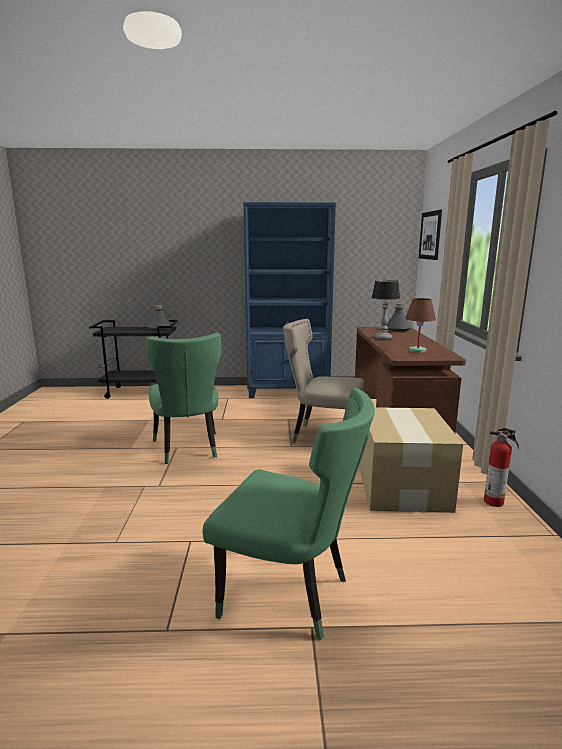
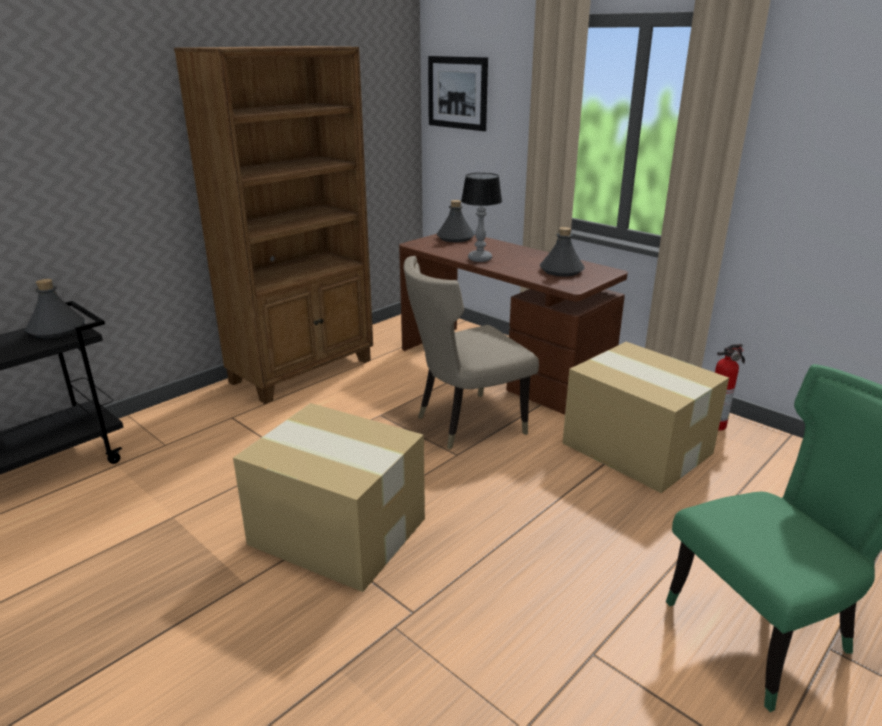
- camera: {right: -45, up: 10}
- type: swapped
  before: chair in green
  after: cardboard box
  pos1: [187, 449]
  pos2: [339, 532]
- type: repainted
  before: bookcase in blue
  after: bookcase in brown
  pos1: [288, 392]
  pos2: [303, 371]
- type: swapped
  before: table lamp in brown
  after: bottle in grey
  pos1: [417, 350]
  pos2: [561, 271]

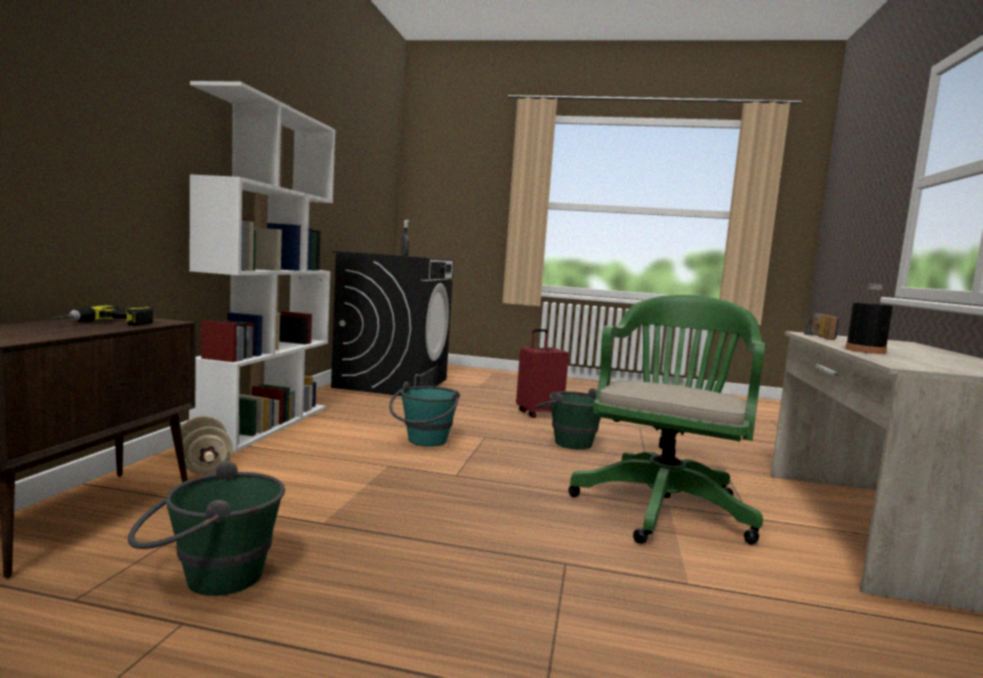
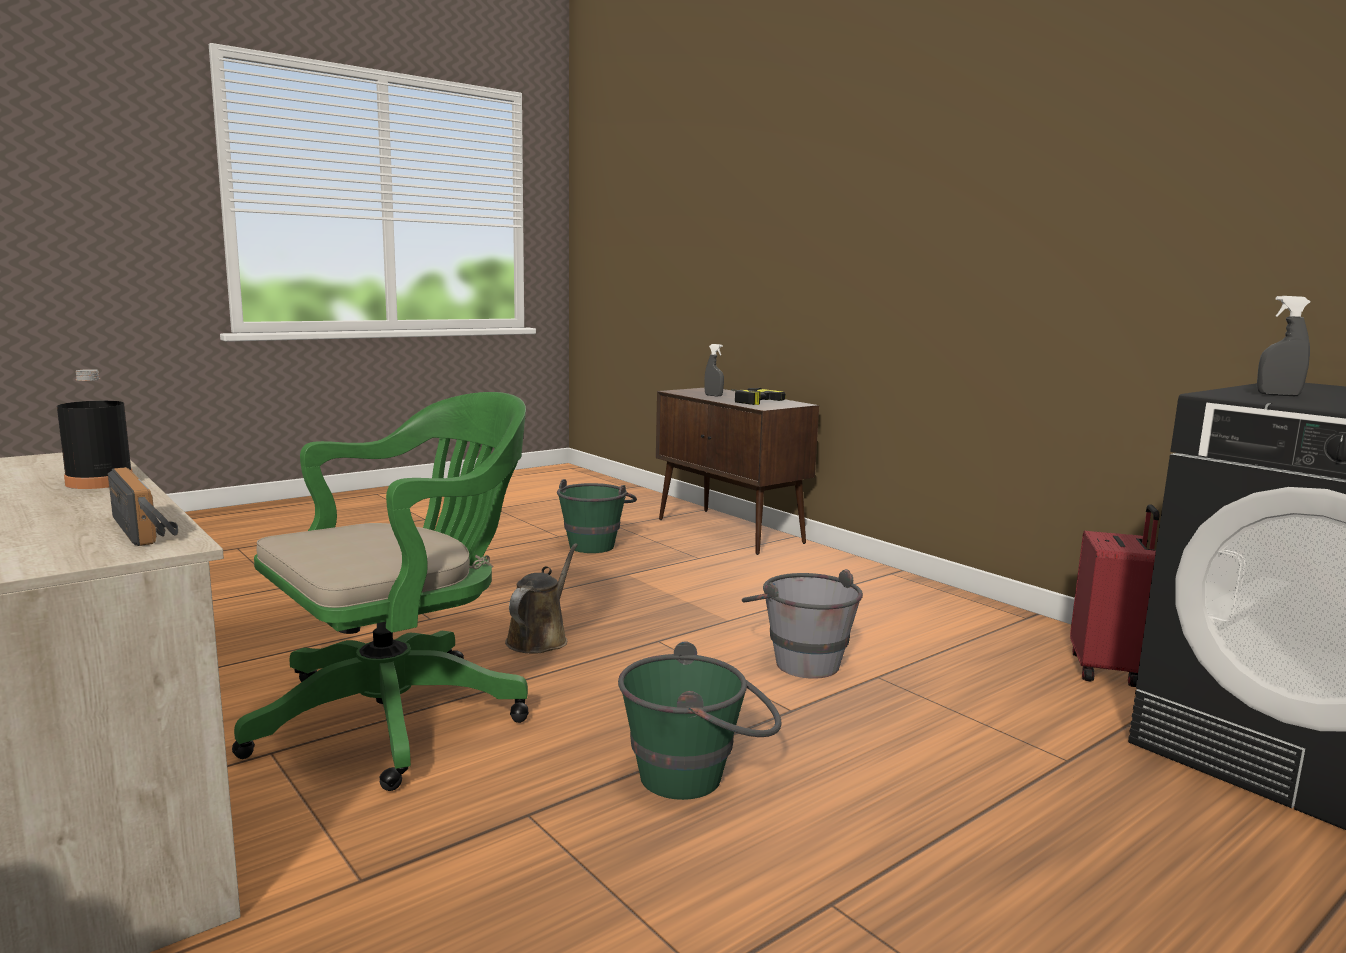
- camera: {right: 130, up: 5}
- type: gone
  before: dumbbell in beige
  pos1: [204, 466]
- type: gone
  before: bookcase in white
  pos1: [265, 424]
- type: repainted
  before: bucket in turquoise
  after: bucket in grey
  pos1: [424, 442]
  pos2: [798, 659]
- type: shifted
  before: suitcase in red
  pos1: [539, 413]
  pos2: [1106, 669]
- type: rotated
  before: office chair in green
  pos1: [663, 505]
  pos2: [401, 714]
  turn: -105
- type: new
  after: watering can in brown
  pos2: [540, 639]
- type: new
  after: spray bottle in grey
  pos2: [713, 395]

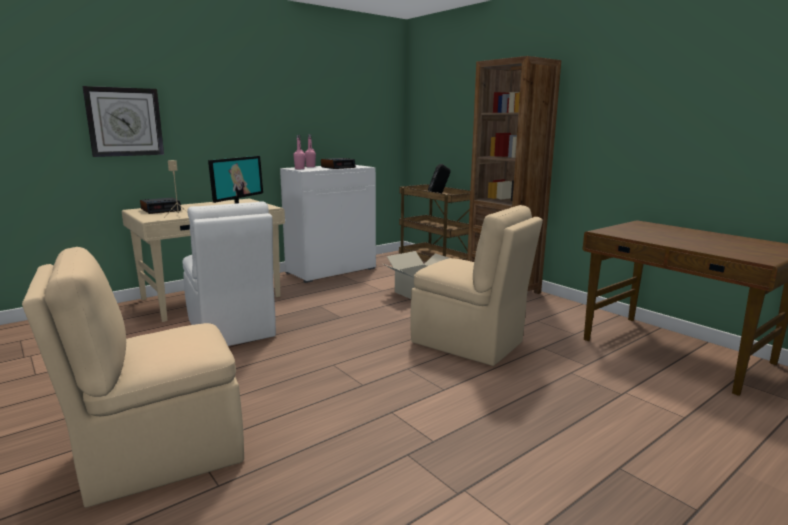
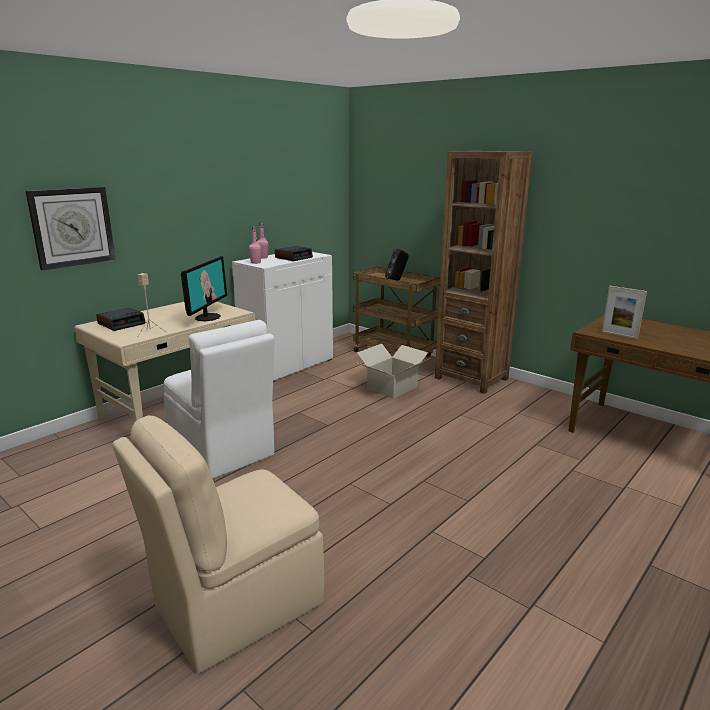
- camera: {right: -10, up: 5}
- type: gone
  before: chair in beige
  pos1: [469, 343]
- type: new
  after: picture frame
  pos2: [619, 335]

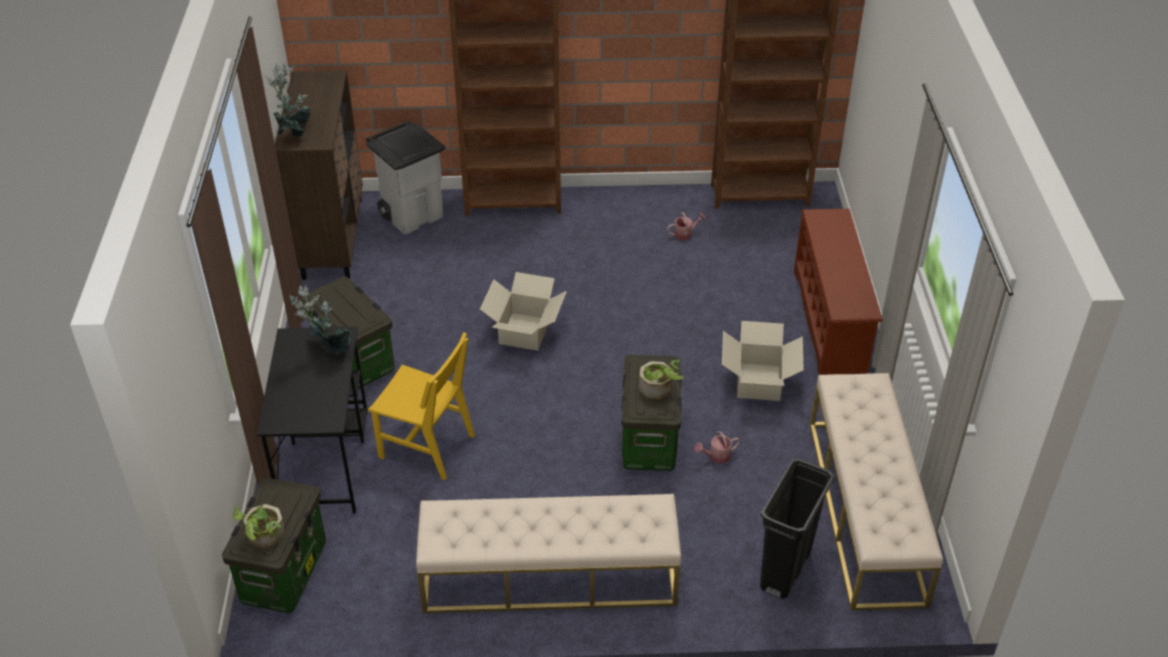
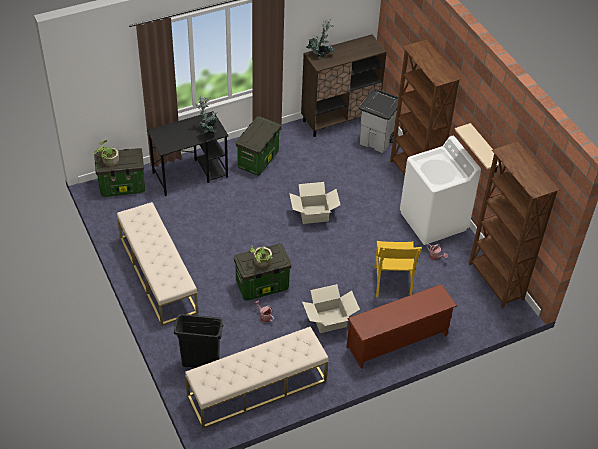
- camera: {right: 65, up: 5}
- type: shifted
  before: chair in yellow
  pos1: [427, 446]
  pos2: [392, 282]
- type: new
  after: washing machine in white
  pos2: [433, 221]
- type: new
  after: shelf in beige
  pos2: [485, 149]

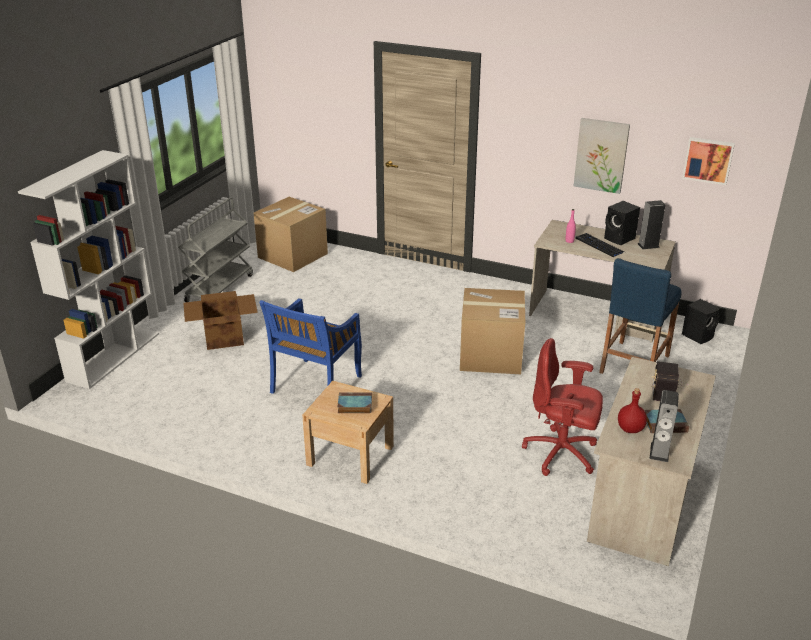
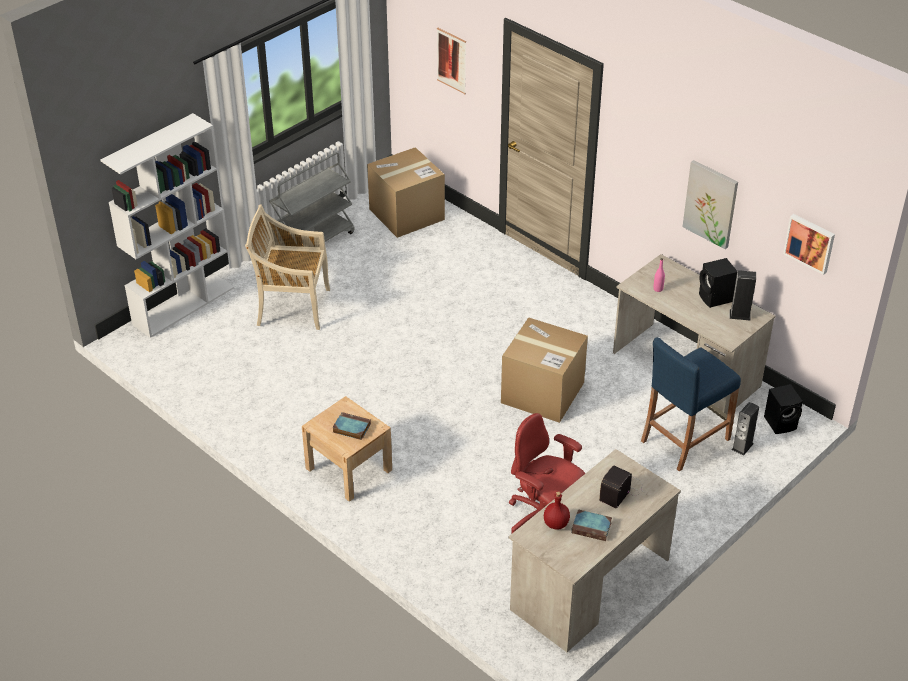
- camera: {right: 20, up: 10}
- type: swapped
  before: cardboard box
  after: chair in beige
  pos1: [223, 337]
  pos2: [292, 307]
- type: gone
  before: chair in blue
  pos1: [315, 385]
- type: gone
  before: keyboard
  pos1: [599, 245]
- type: shifted
  before: speaker
  pos1: [659, 452]
  pos2: [742, 446]
- type: new
  after: picture
  pos2: [451, 60]

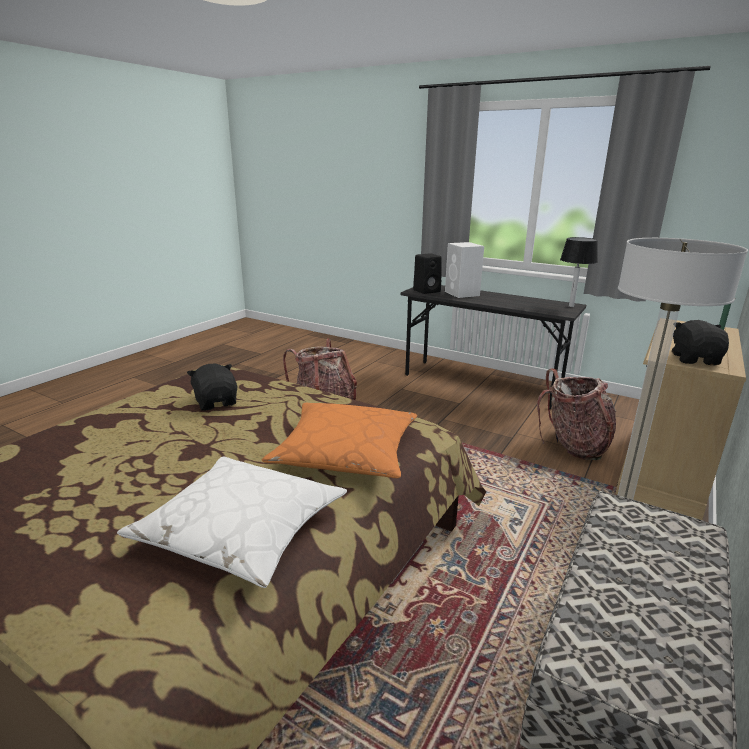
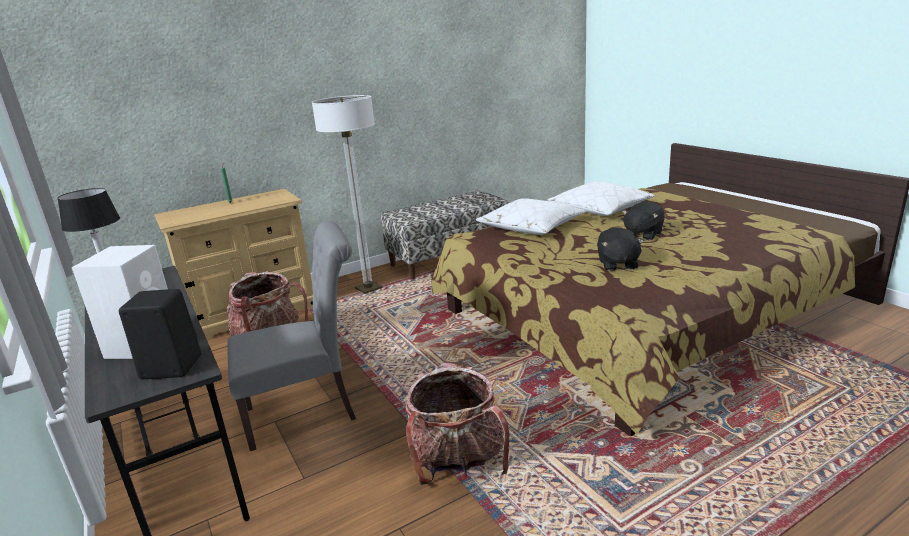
- camera: {right: -150, up: 0}
- type: repainted
  before: pillow in orange
  after: pillow in white
  pos1: [345, 452]
  pos2: [531, 227]
- type: shifted
  before: plush toy in black
  pos1: [695, 359]
  pos2: [642, 234]
- type: new
  after: chair in grey
  pos2: [308, 412]

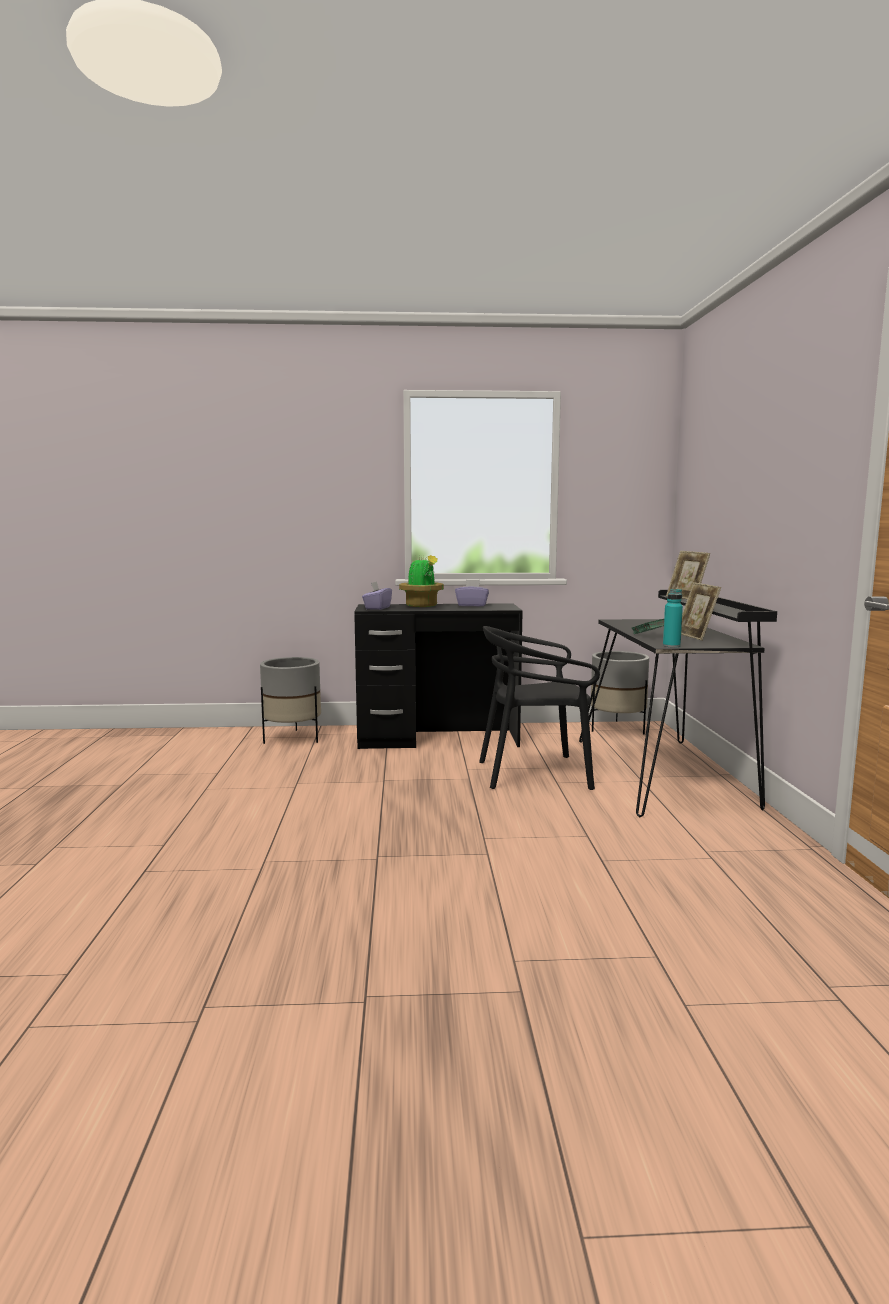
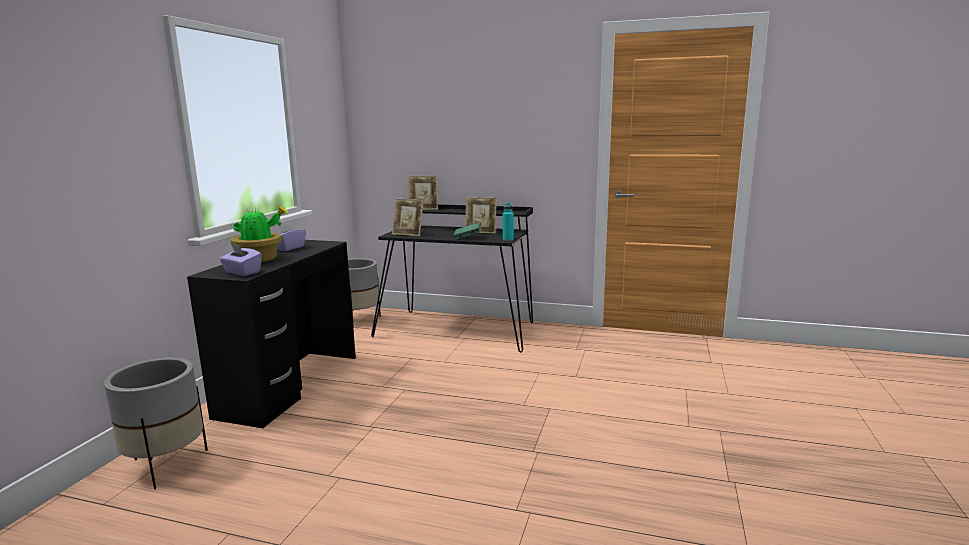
- camera: {right: -70, up: 5}
- type: gone
  before: chair in black
  pos1: [535, 773]
- type: new
  after: picture frame
  pos2: [408, 234]

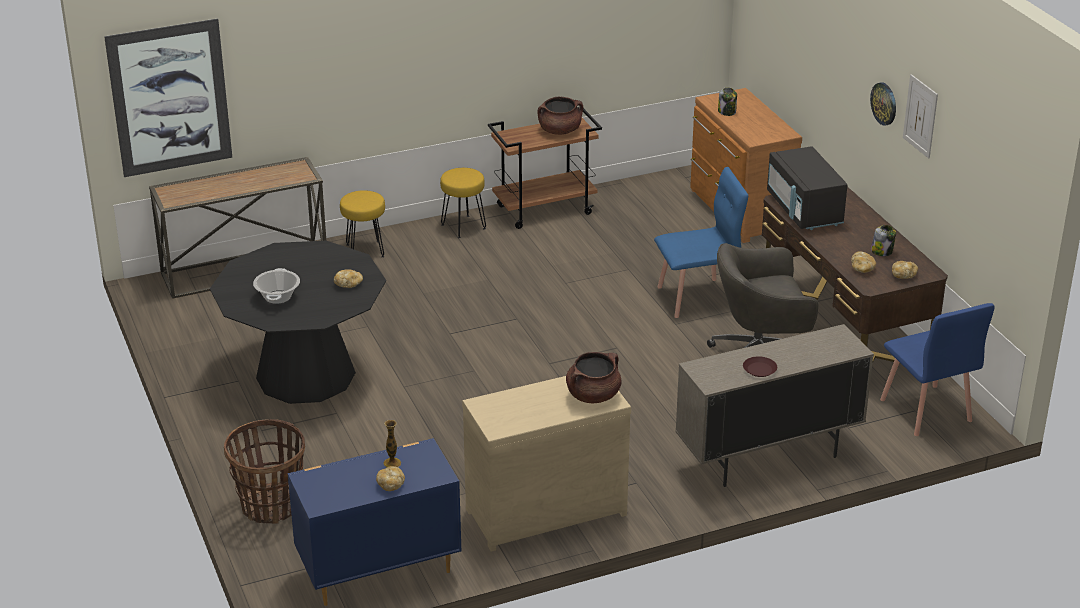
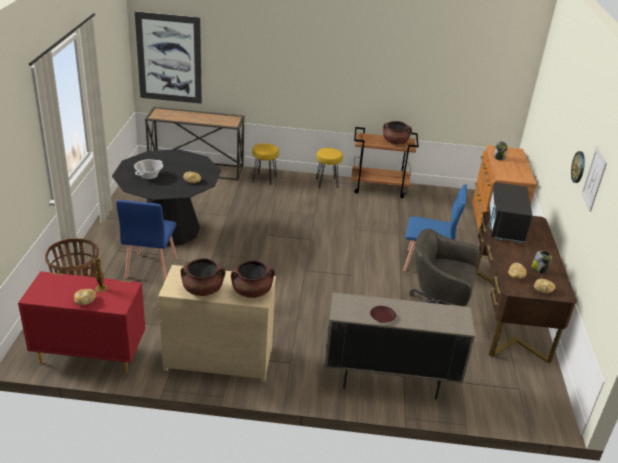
- camera: {right: 25, up: 0}
- type: repainted
  before: dresser in blue
  after: dresser in red
  pos1: [377, 571]
  pos2: [89, 355]
- type: shifted
  before: chair in blue
  pos1: [925, 411]
  pos2: [151, 268]
- type: new
  after: cooking pot in brown
  pos2: [203, 290]

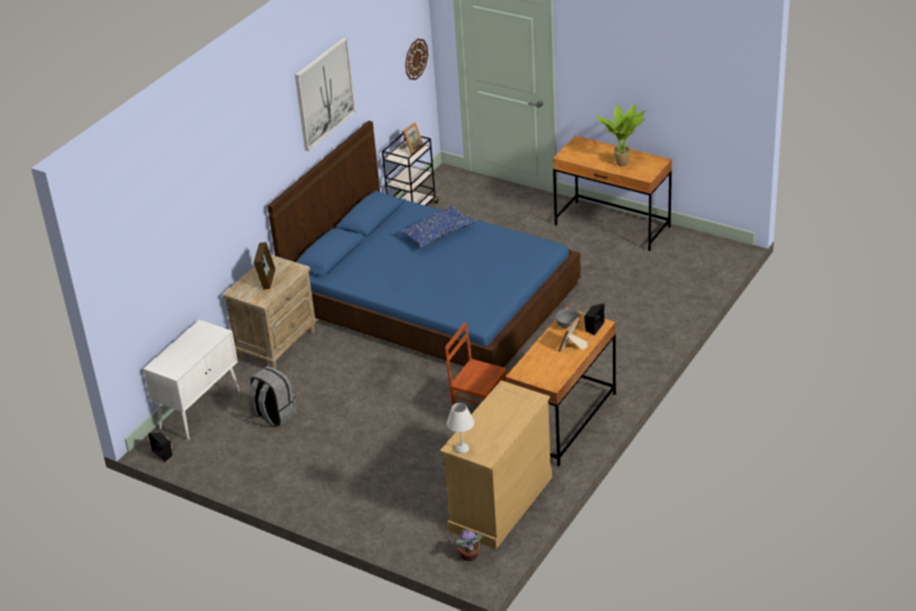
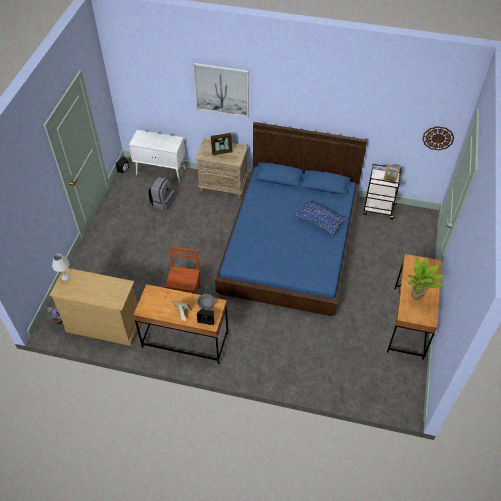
- camera: {right: 70, up: 15}
- type: shifted
  before: picture
  pos1: [324, 93]
  pos2: [221, 90]

